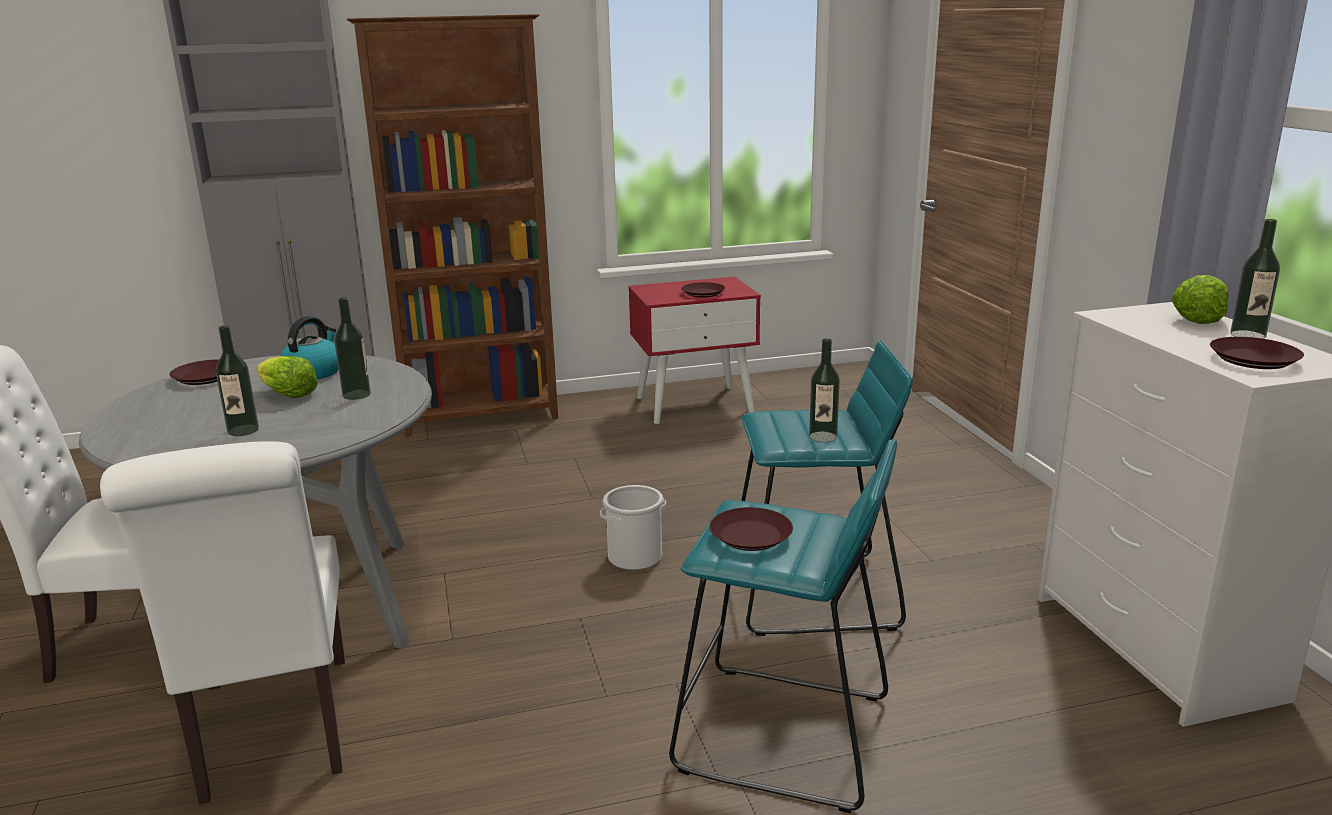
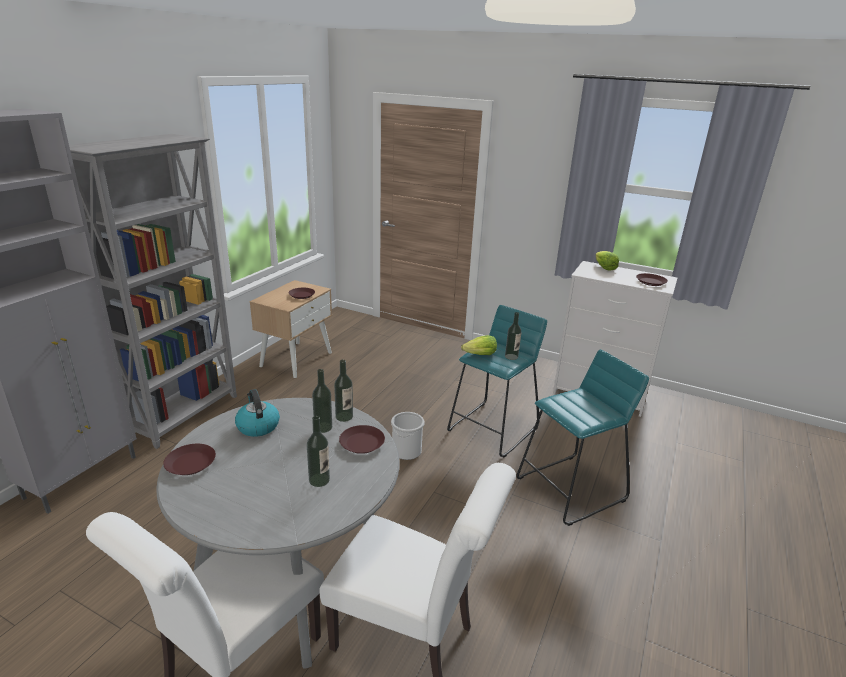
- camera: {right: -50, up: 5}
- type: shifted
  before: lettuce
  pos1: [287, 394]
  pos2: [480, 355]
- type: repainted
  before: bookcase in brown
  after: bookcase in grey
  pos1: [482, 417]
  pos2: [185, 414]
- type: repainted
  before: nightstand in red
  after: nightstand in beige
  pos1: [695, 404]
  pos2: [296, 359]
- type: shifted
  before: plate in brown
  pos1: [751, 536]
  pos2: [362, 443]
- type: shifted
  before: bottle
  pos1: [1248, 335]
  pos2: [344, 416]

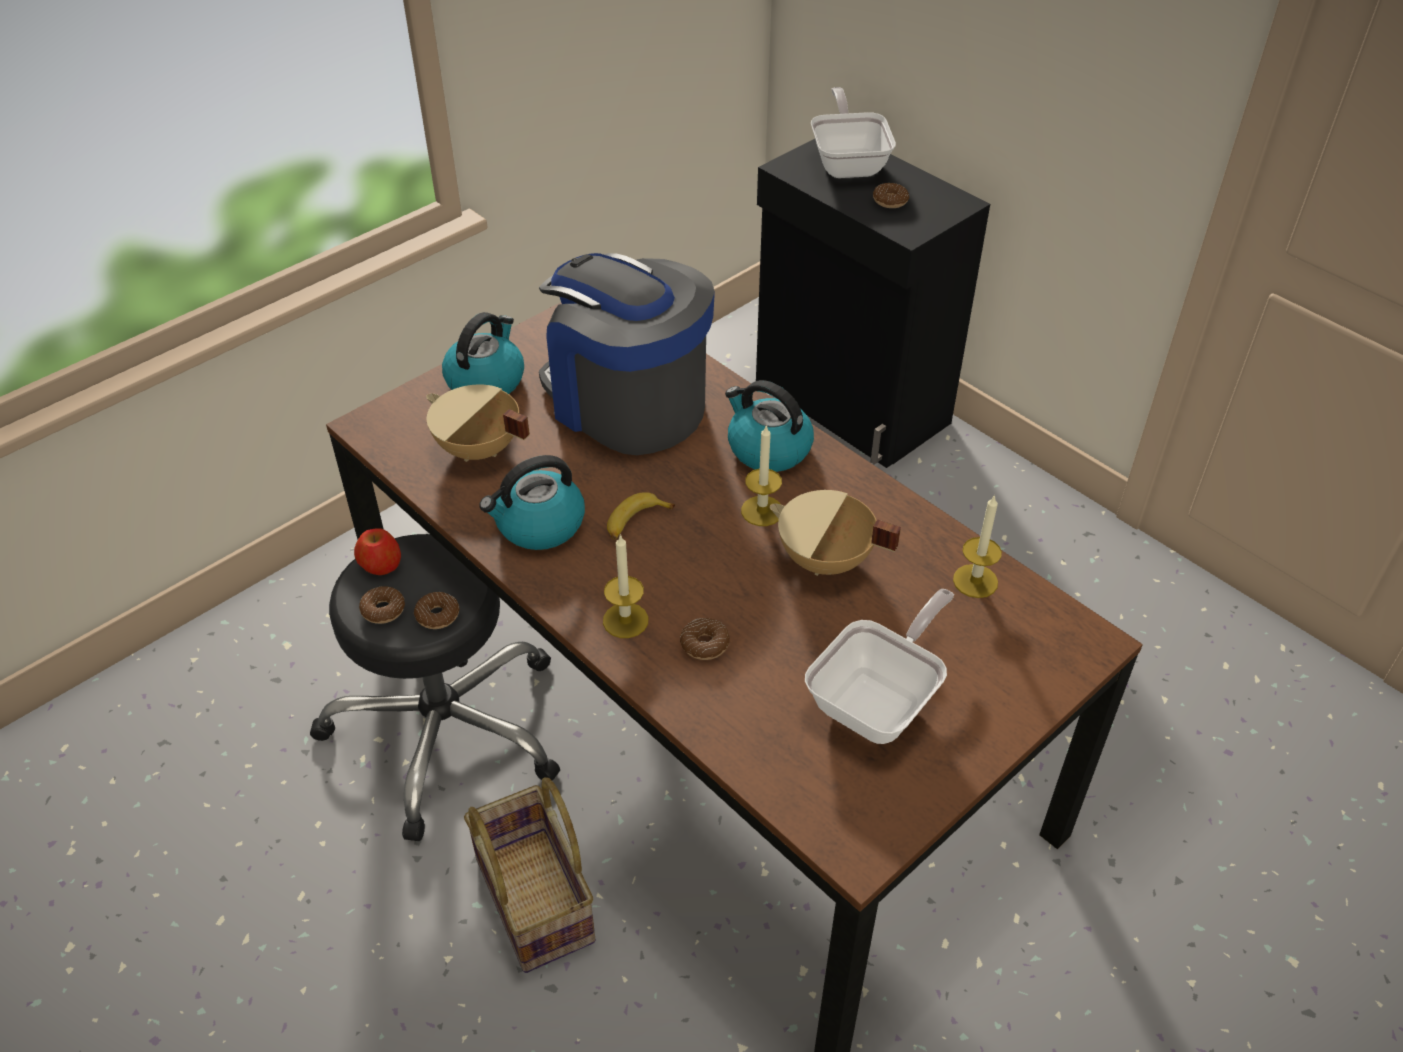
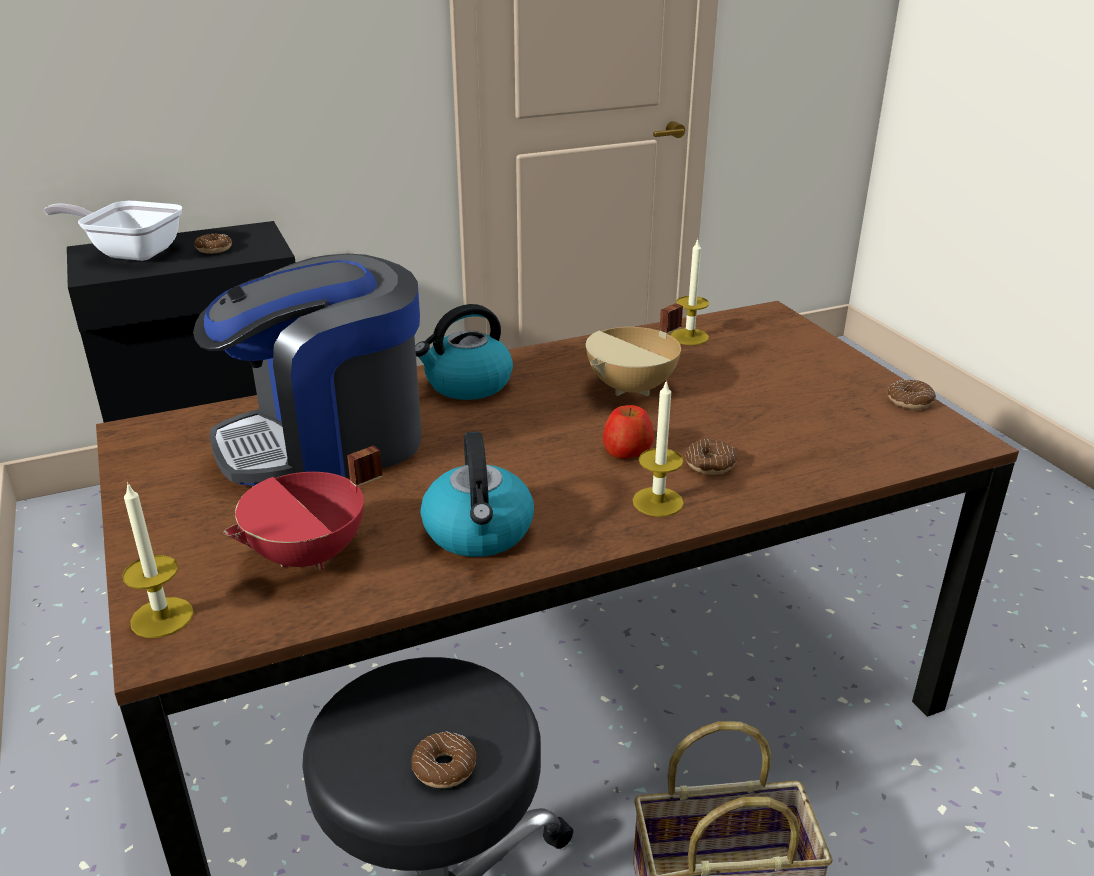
- camera: {right: -70, up: -15}
- type: shifted
  before: apple
  pos1: [381, 564]
  pos2: [627, 451]
- type: shifted
  before: donut
  pos1: [437, 615]
  pos2: [910, 401]
- type: repainted
  before: cooking pot in beige
  after: cooking pot in red
  pos1: [478, 450]
  pos2: [310, 556]
- type: gone
  before: kettle
  pos1: [486, 380]
- type: gone
  before: banana
  pos1: [635, 522]
- type: shifted
  before: candle
  pos1: [762, 511]
  pos2: [162, 617]
- type: gone
  before: frying pan
  pos1: [880, 701]

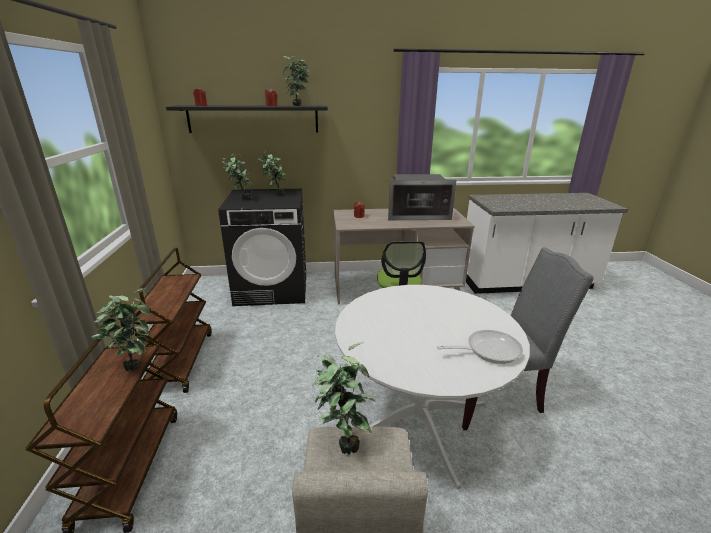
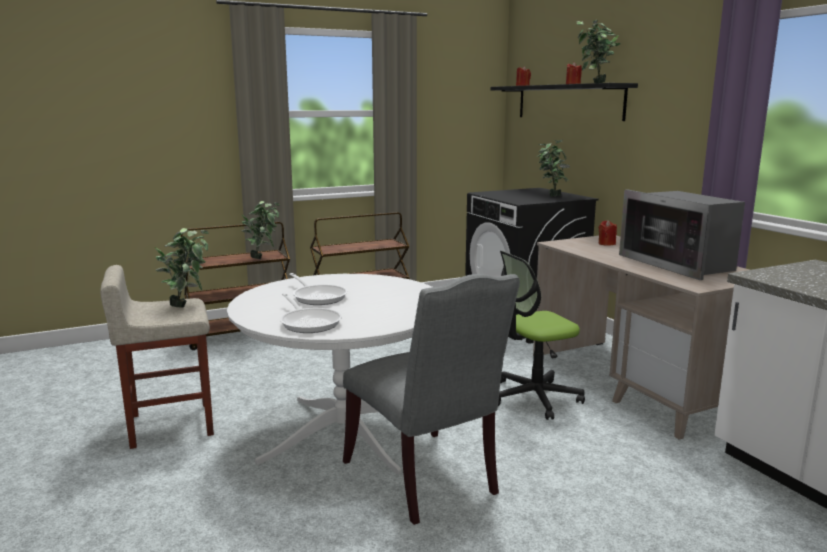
- camera: {right: 70, up: -10}
- type: gone
  before: potted plant
  pos1: [240, 199]
- type: new
  after: frying pan
  pos2: [318, 297]

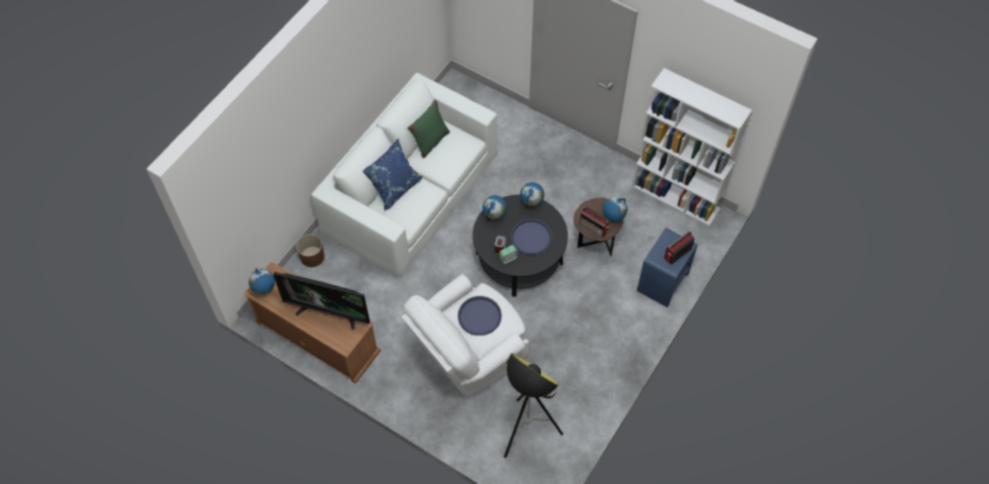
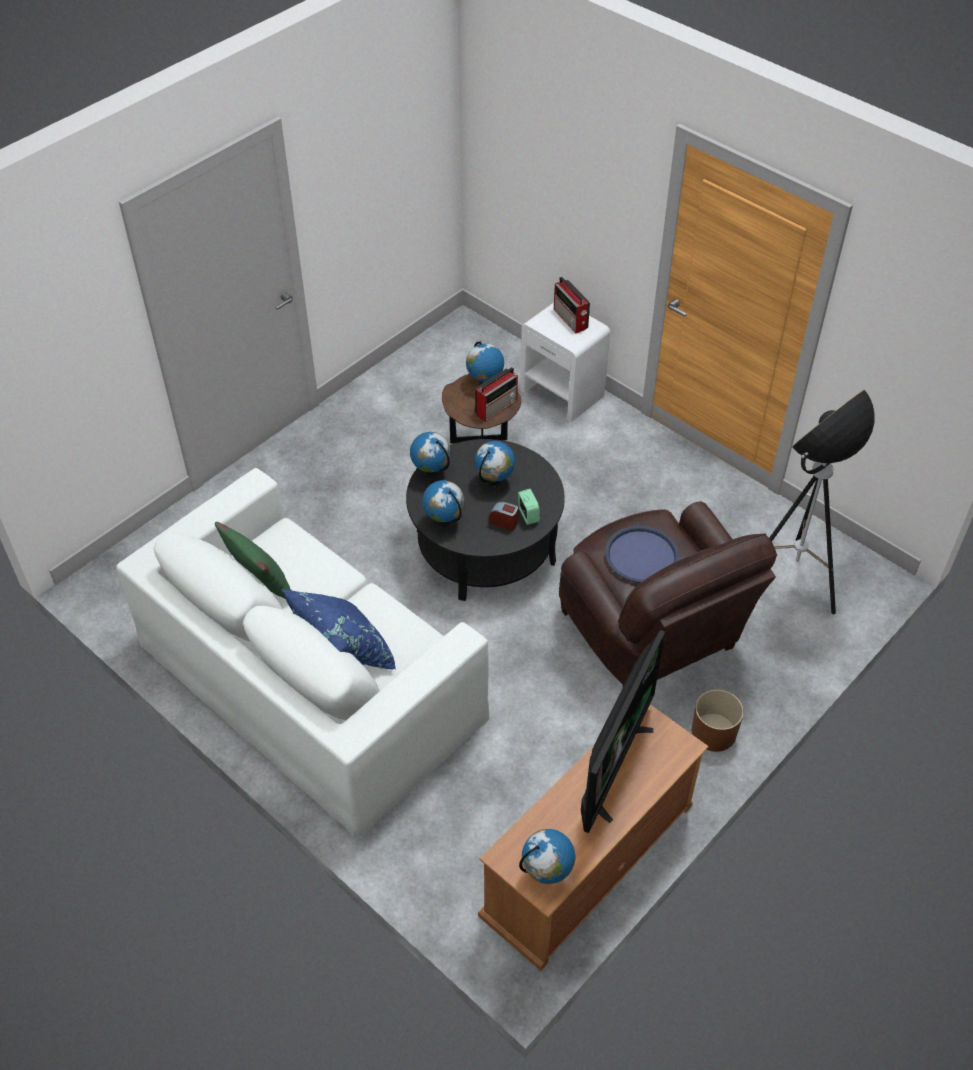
- camera: {right: -80, up: -10}
- type: shifted
  before: planter in brown
  pos1: [312, 256]
  pos2: [713, 732]
- type: repainted
  before: armchair in white
  after: armchair in brown
  pos1: [469, 354]
  pos2: [652, 635]
- type: swapped
  before: tray in blue
  after: globe
  pos1: [531, 237]
  pos2: [494, 482]
- type: gone
  before: bookcase in white
  pos1: [676, 197]
- type: repainted
  before: nightstand in blue
  after: nightstand in white
  pos1: [662, 282]
  pos2: [562, 393]

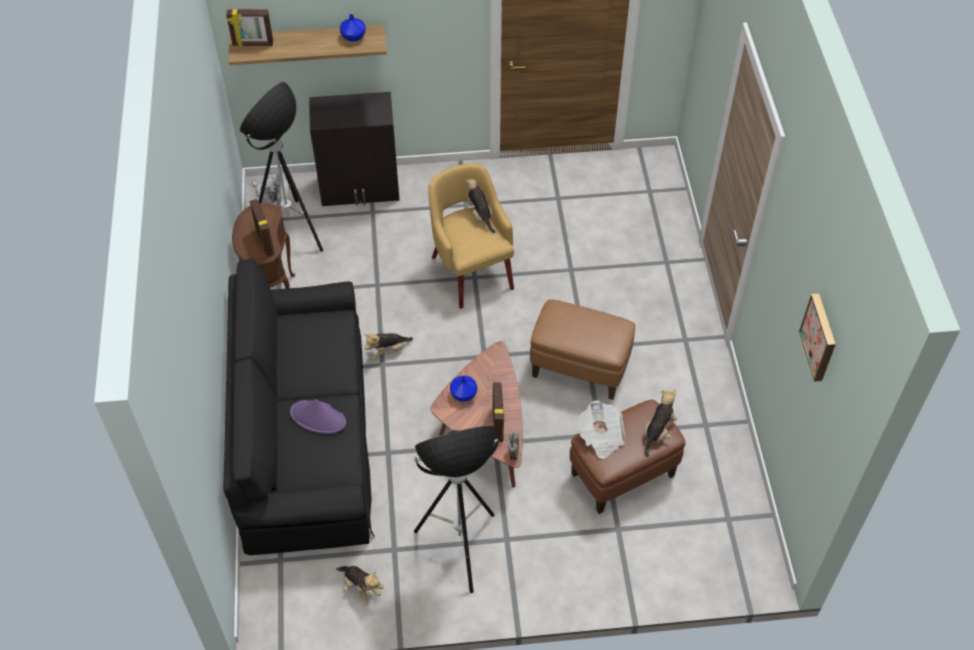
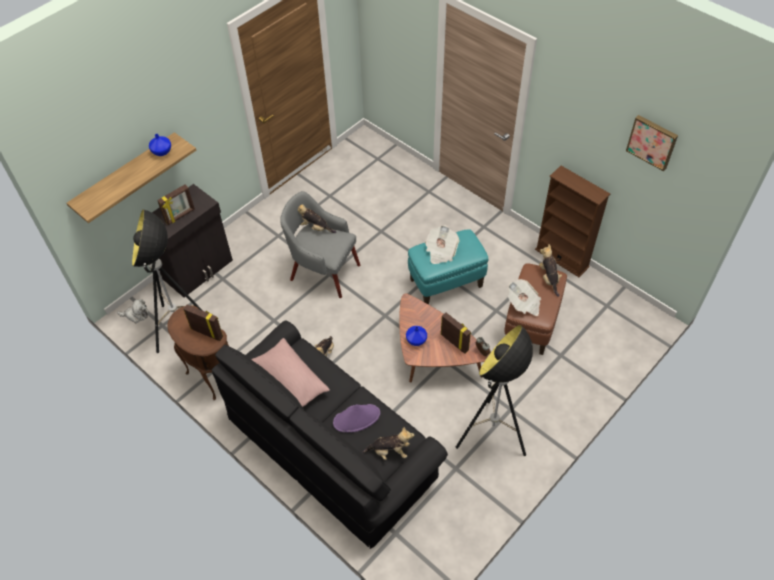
- camera: {right: -40, up: 0}
- type: shifted
  before: picture frame
  pos1: [253, 44]
  pos2: [180, 216]
- type: shifted
  before: plush toy
  pos1: [360, 587]
  pos2: [389, 451]
- type: repainted
  before: armchair in yellow
  after: armchair in grey
  pos1: [471, 270]
  pos2: [323, 271]
- type: repainted
  before: ottoman in brown
  after: ottoman in turquoise
  pos1: [579, 369]
  pos2: [445, 283]
- type: new
  after: pillow in pink
  pos2: [290, 381]
- type: new
  after: newspaper
  pos2: [441, 251]
- type: new
  after: bookcase in brown
  pos2: [562, 258]

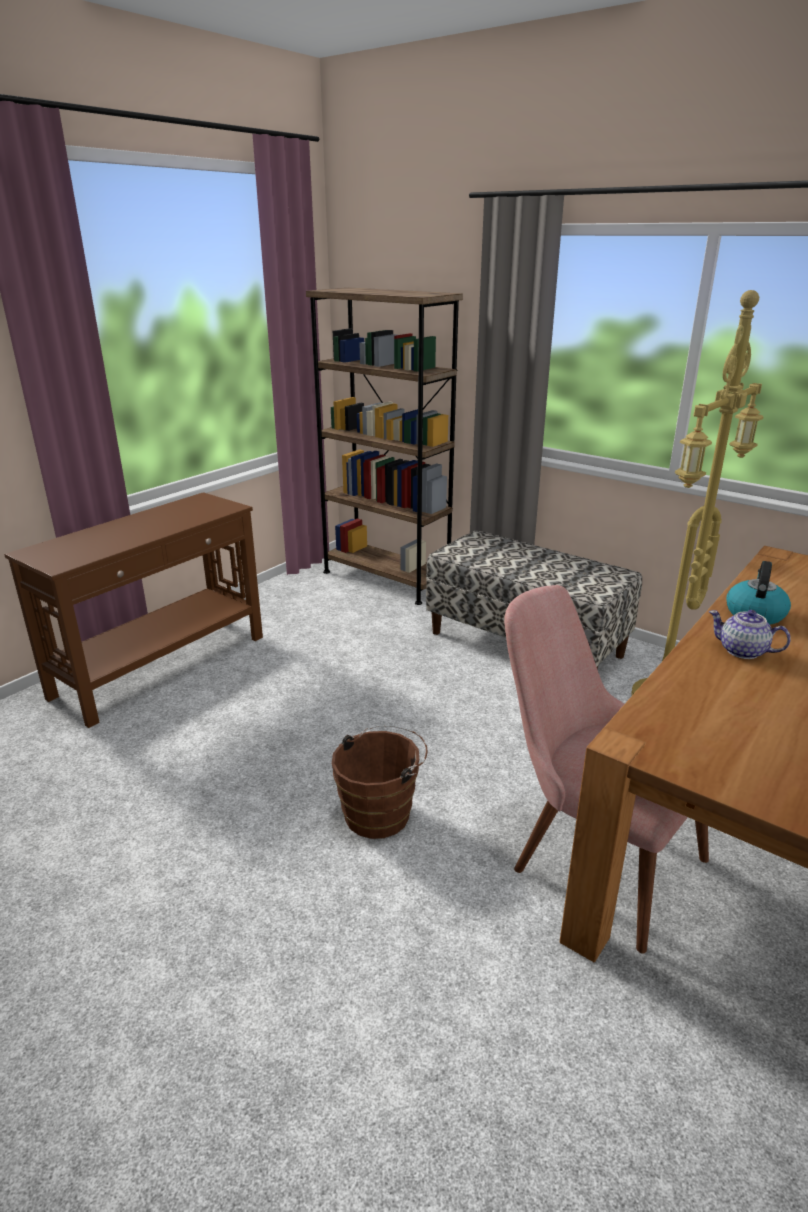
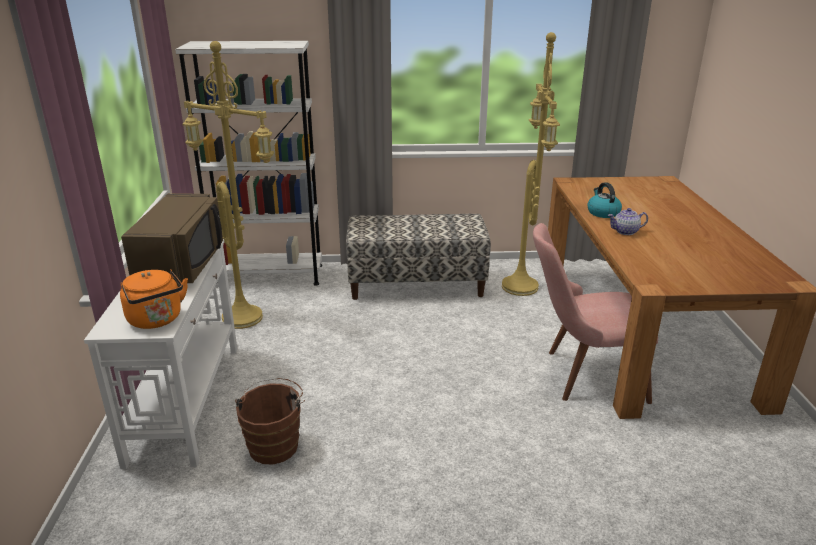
- camera: {right: -40, up: 0}
- type: repainted
  before: console table in brown
  after: console table in white
  pos1: [163, 666]
  pos2: [187, 400]
- type: repainted
  before: bookcase in brown
  after: bookcase in white
  pos1: [386, 578]
  pos2: [269, 275]
- type: shifted
  before: bucket in brown
  pos1: [381, 812]
  pos2: [275, 444]
- type: new
  after: kettle in orange
  pos2: [157, 320]
- type: new
  after: microwave in brown
  pos2: [183, 265]
- type: new
  after: floor lamp in yellow
  pos2: [245, 317]

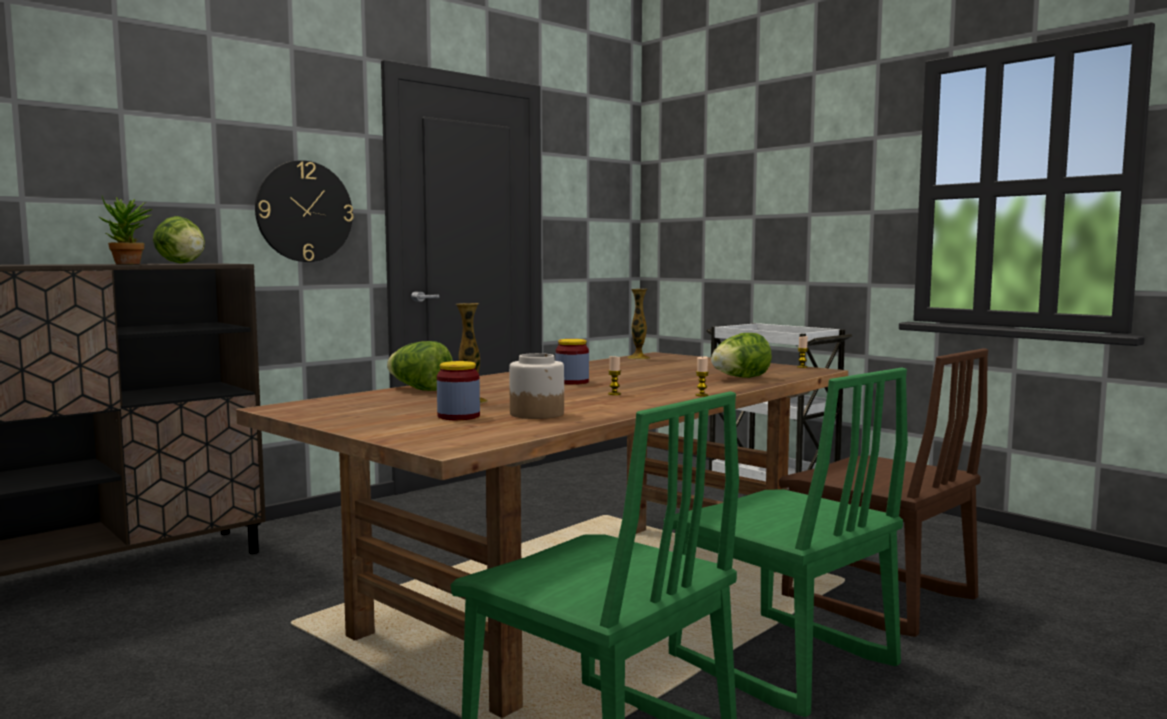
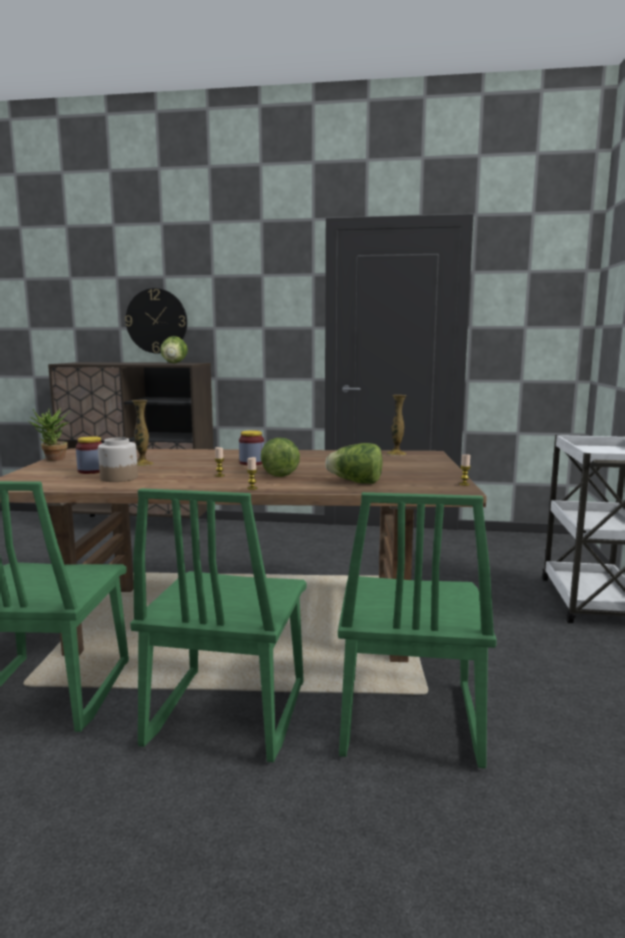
- camera: {right: 50, up: 5}
- type: shifted
  before: potted plant
  pos1: [128, 264]
  pos2: [53, 460]
- type: shifted
  before: wall clock
  pos1: [304, 211]
  pos2: [156, 321]
- type: shifted
  before: lettuce
  pos1: [419, 389]
  pos2: [278, 473]
- type: repainted
  before: chair in brown
  after: chair in green
  pos1: [877, 600]
  pos2: [406, 720]

